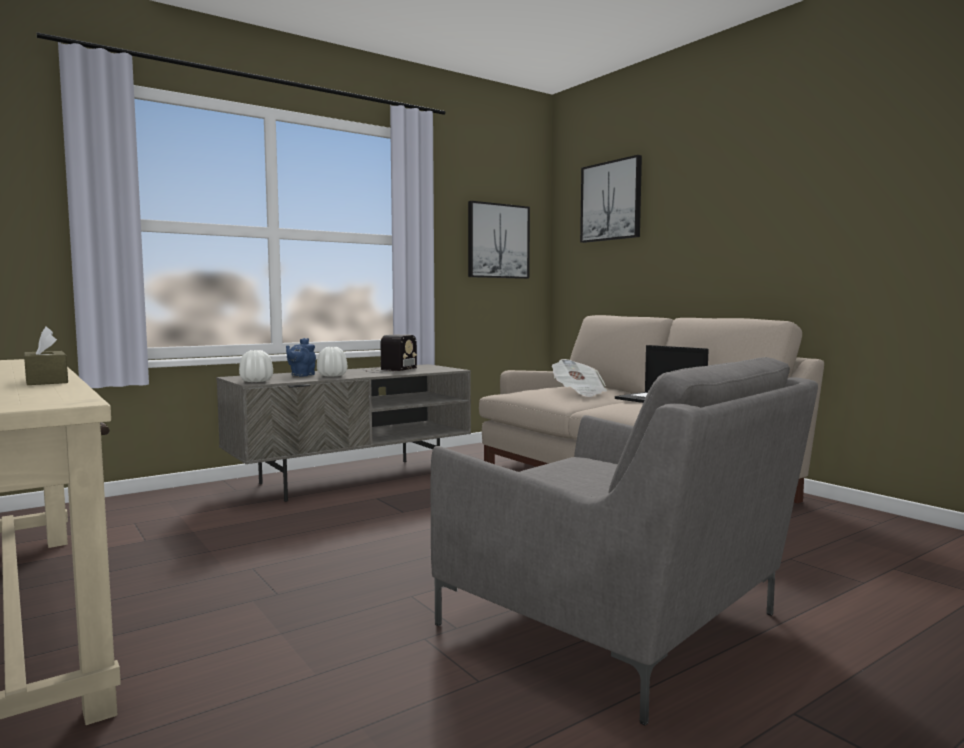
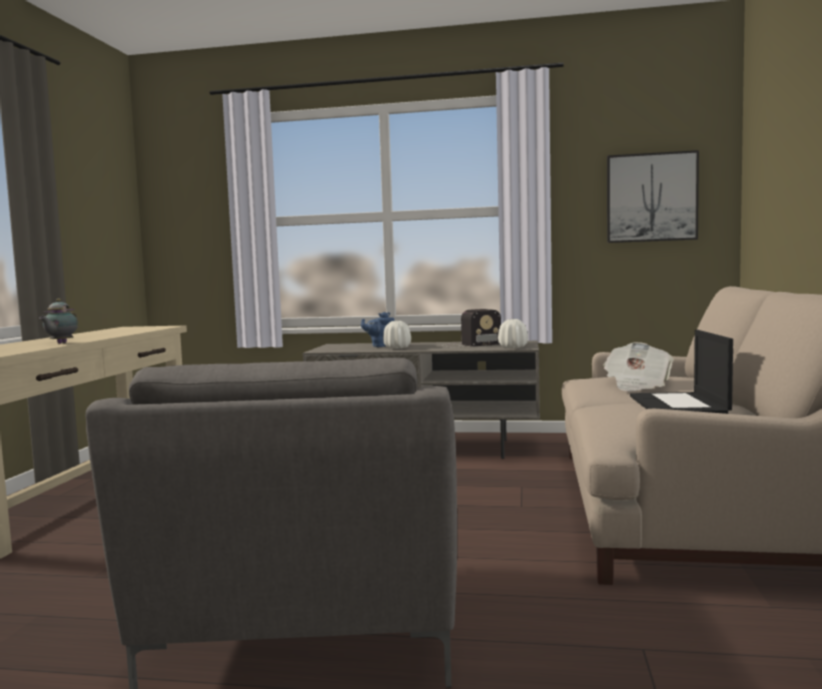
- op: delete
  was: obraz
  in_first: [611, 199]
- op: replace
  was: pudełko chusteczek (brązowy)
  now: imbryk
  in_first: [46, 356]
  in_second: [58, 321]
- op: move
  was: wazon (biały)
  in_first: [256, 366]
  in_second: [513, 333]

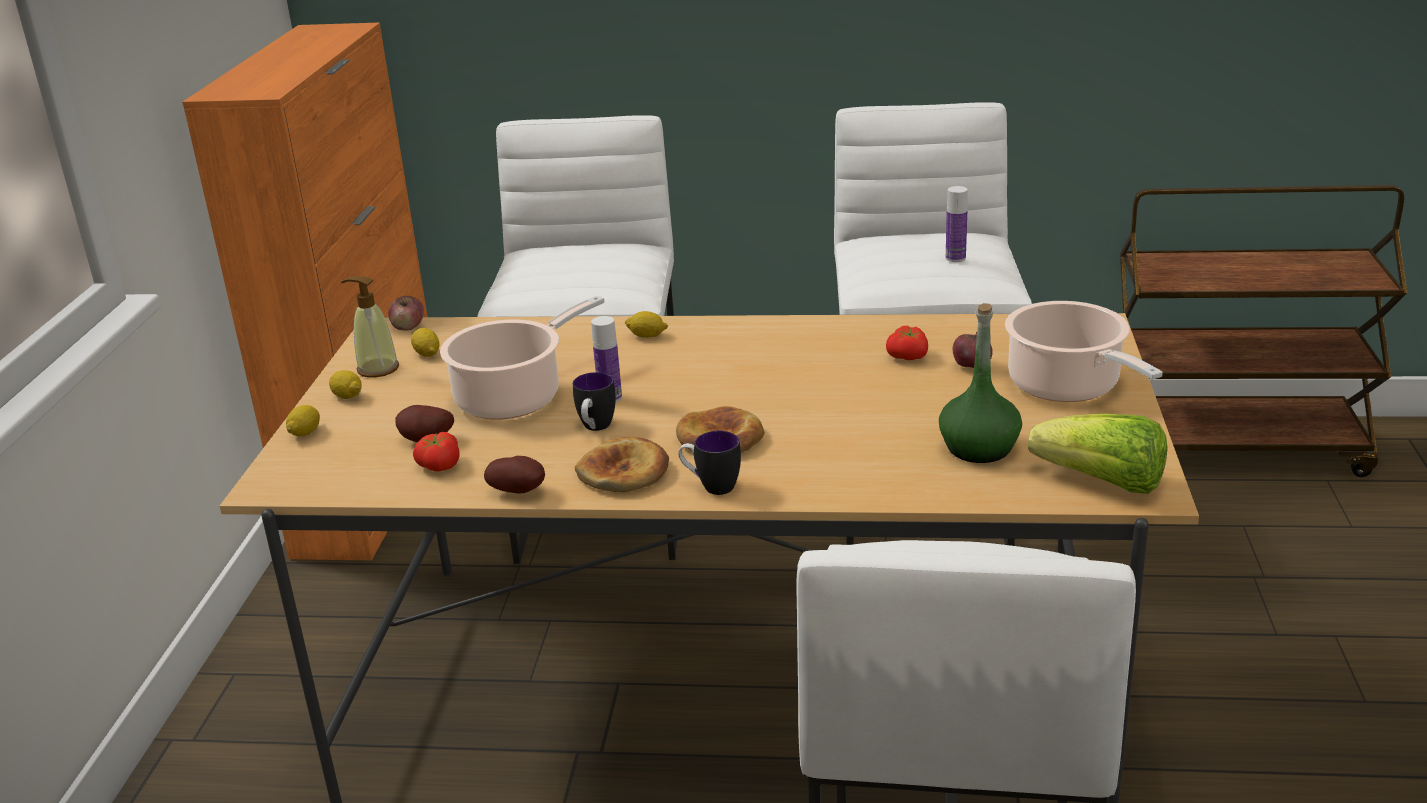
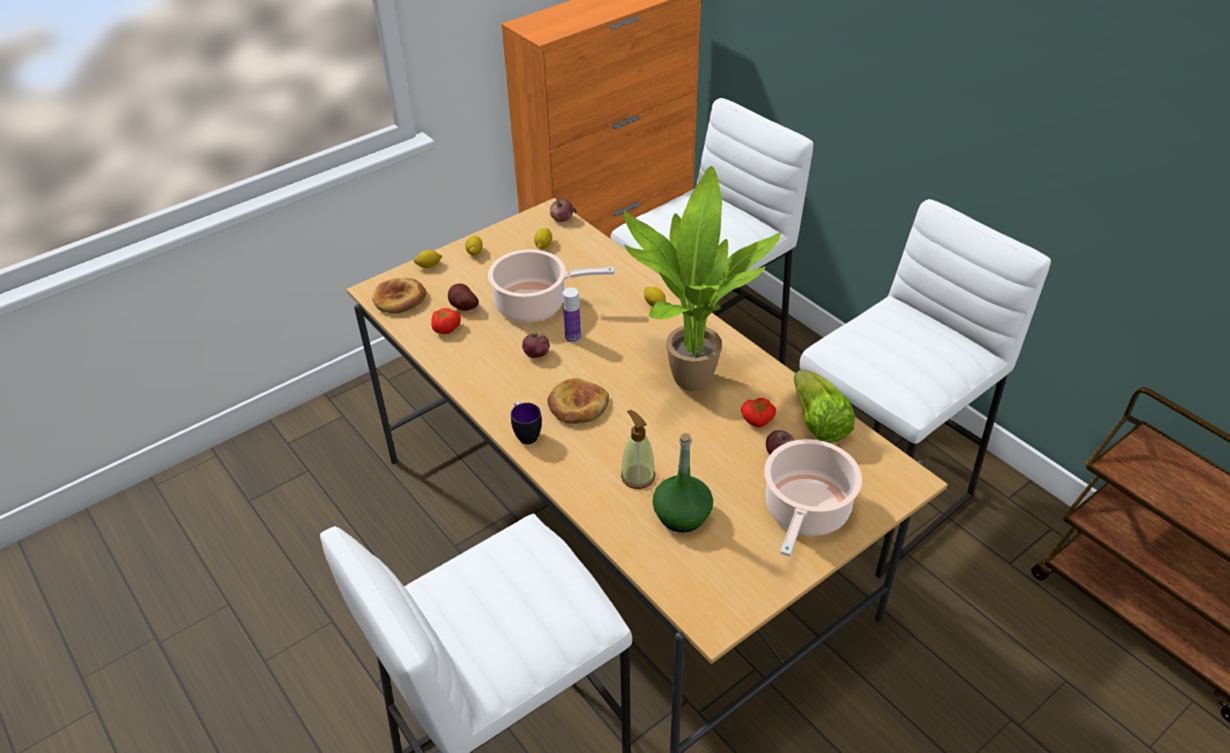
- op: delete
  was: butelka
  in_first: [957, 224]
- op: move
  was: dozownik mydła
  in_first: [370, 327]
  in_second: [638, 449]
- op: replace
  was: kubek
  now: jabłko
  in_first: [594, 401]
  in_second: [536, 345]
- op: move
  was: sałata
  in_first: [1098, 454]
  in_second: [824, 406]
- op: move
  was: chleb
  in_first: [622, 464]
  in_second: [399, 296]
- op: delete
  was: ziemniak
  in_first: [514, 474]
- op: insert
  now: roślina doniczkowa
  in_second: [702, 278]

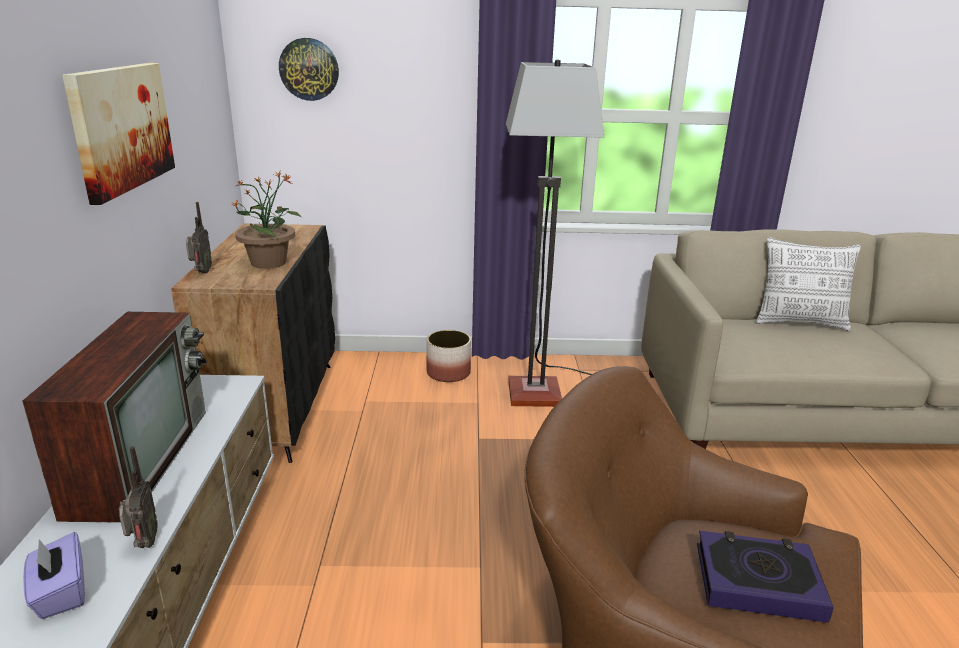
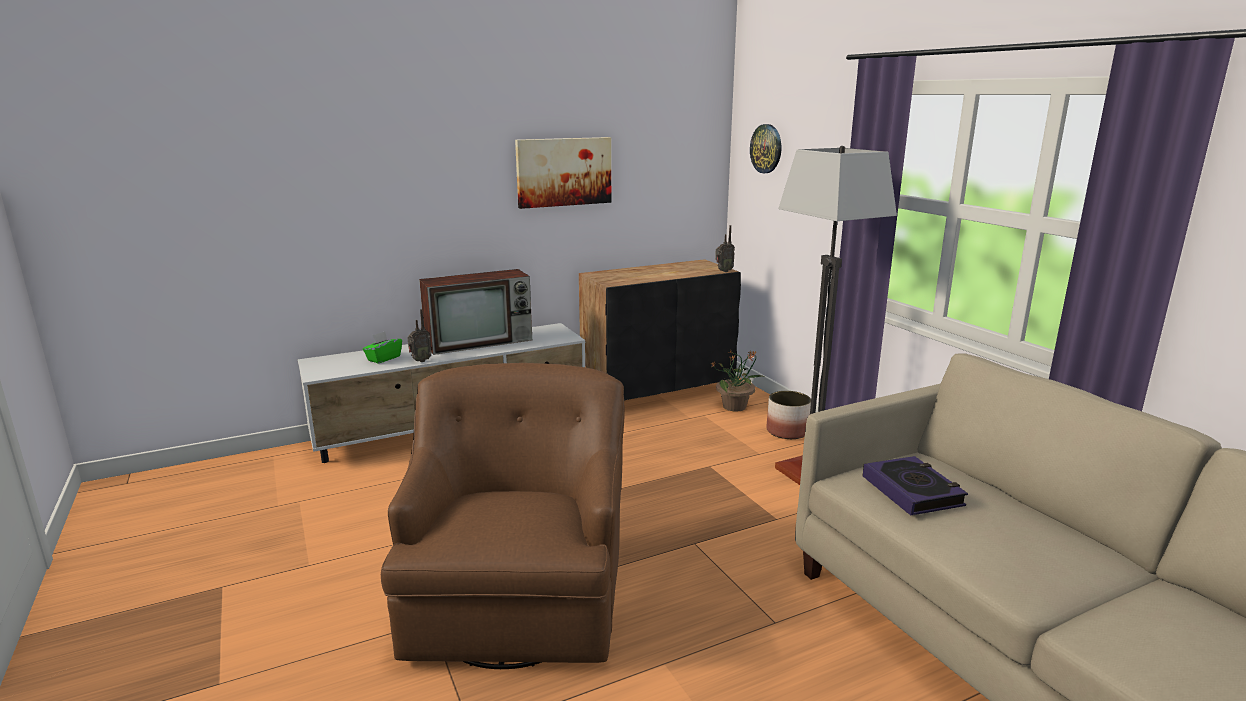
- op: move
  was: roślina doniczkowa
  in_first: [267, 220]
  in_second: [738, 381]
- op: move
  was: radio
  in_first: [199, 237]
  in_second: [725, 248]
- op: delete
  was: poduszka
  in_first: [808, 284]
- op: move
  was: książka
  in_first: [765, 577]
  in_second: [915, 485]
- op: recolor
  was: pudełko chusteczek (fioletowy)
  now: pudełko chusteczek (zielony)
  in_first: [54, 575]
  in_second: [382, 347]

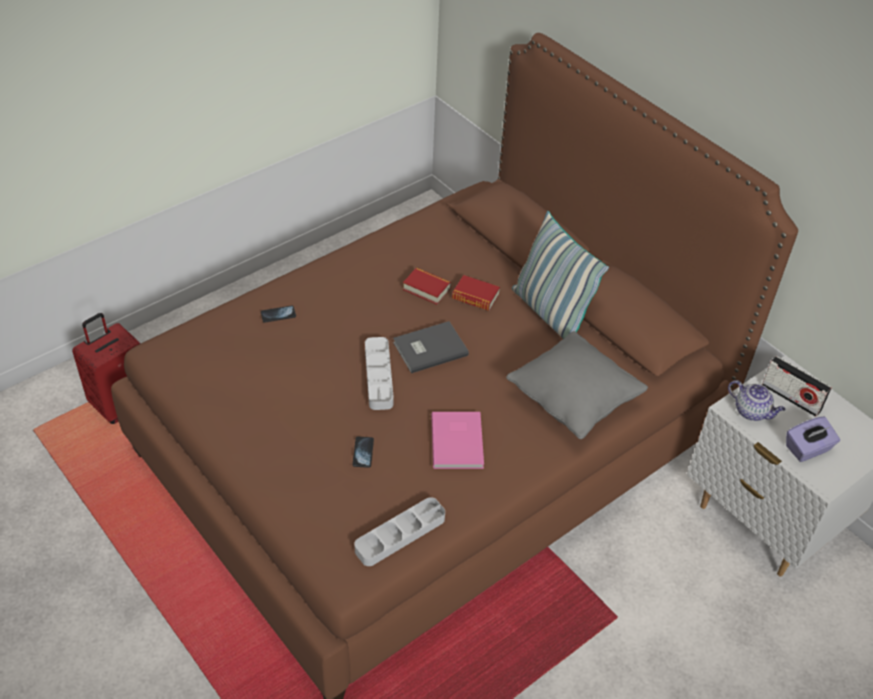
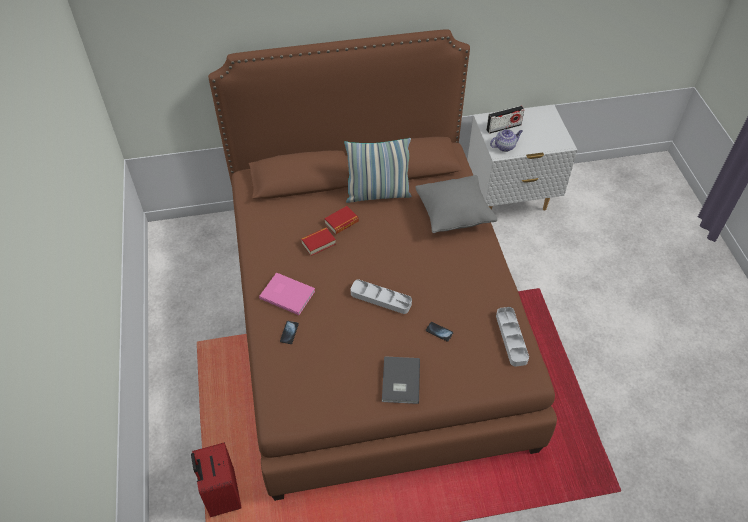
- op: move
  was: książka (szary)
  in_first: [431, 347]
  in_second: [401, 380]
- op: move
  was: książka (różowy)
  in_first: [457, 440]
  in_second: [287, 294]
- op: delete
  was: pudełko chusteczek (fioletowy)
  in_first: [813, 439]

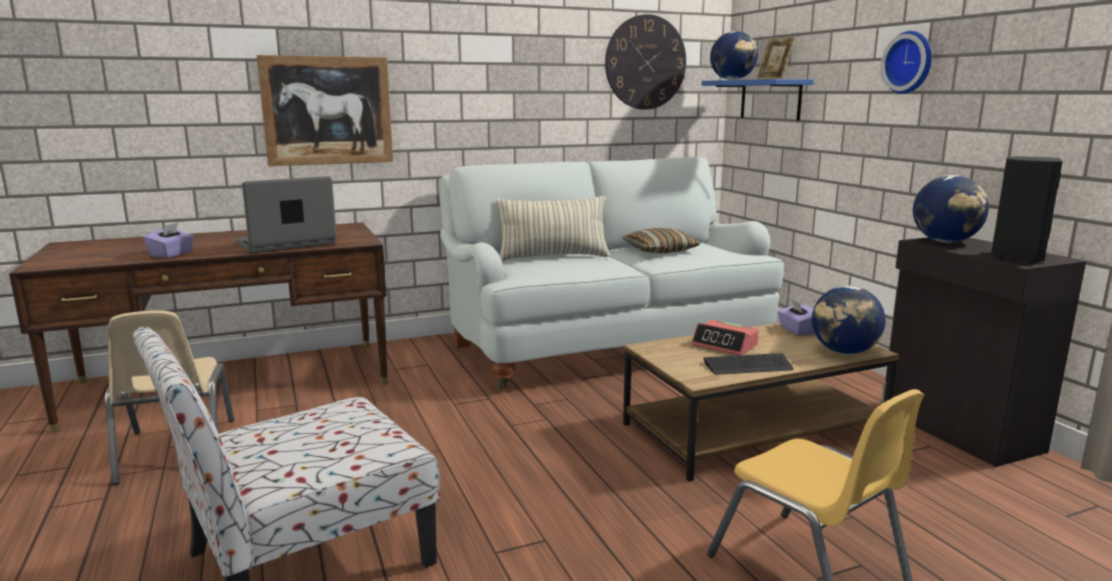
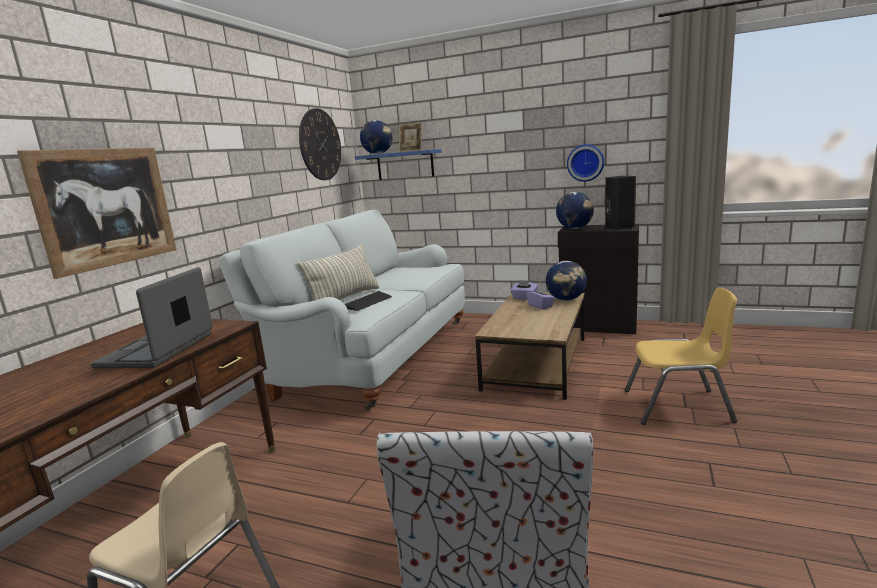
- op: move
  was: zegar ścienny
  in_first: [906, 62]
  in_second: [585, 163]
- op: move
  was: pudełko chusteczek (fioletowy)
  in_first: [169, 240]
  in_second: [540, 298]
- op: delete
  was: poduszka
  in_first: [661, 240]
- op: delete
  was: budzik
  in_first: [725, 337]
- op: move
  was: klawiatura
  in_first: [748, 364]
  in_second: [368, 301]

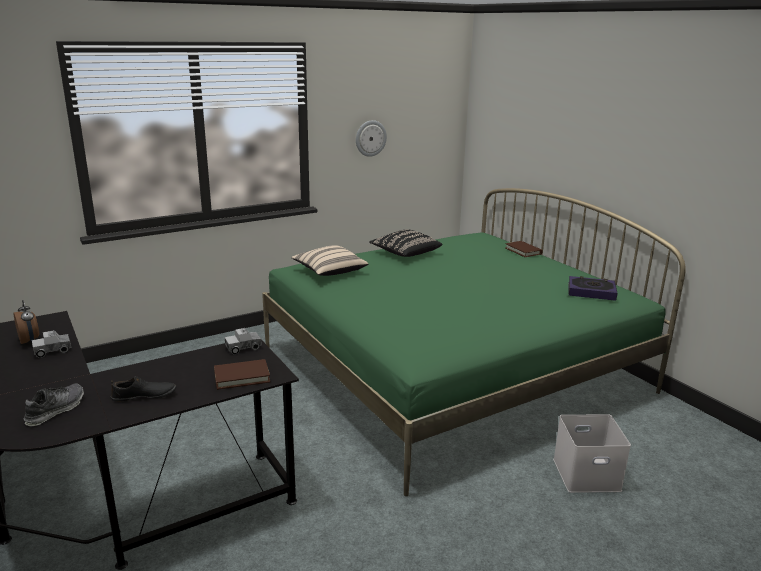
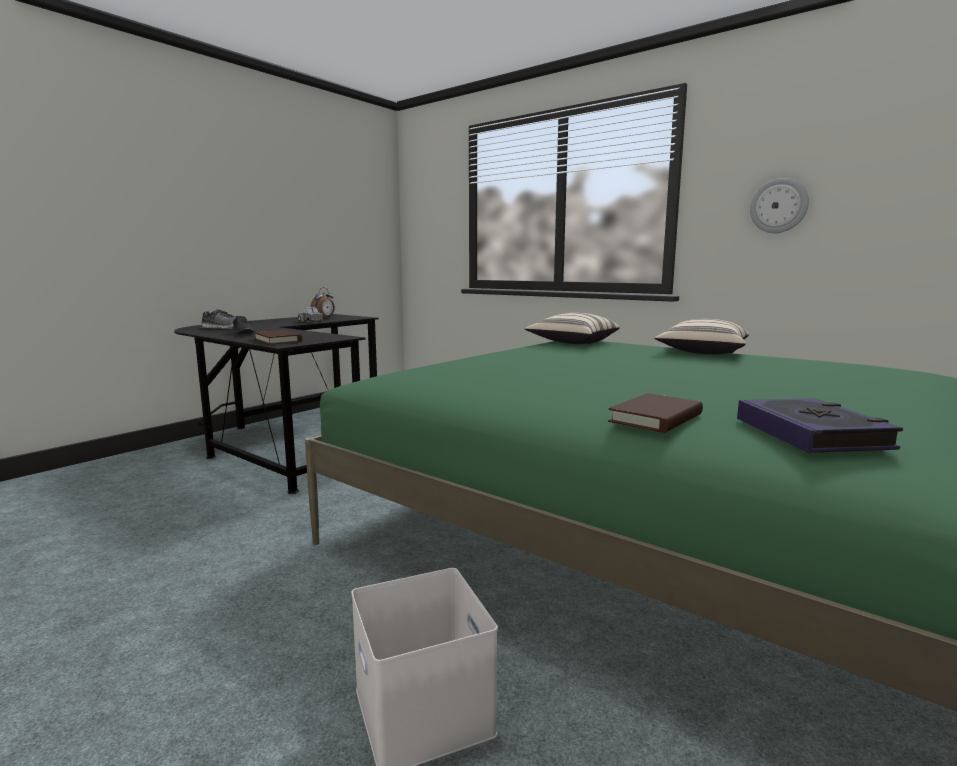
- op: recolor
  was: poduszka (czarny)
  now: poduszka (beżowy)
  in_first: [405, 243]
  in_second: [701, 337]
- op: move
  was: książka (brązowy)
  in_first: [524, 249]
  in_second: [655, 413]
- op: delete
  was: ciężarówka zabawkowa
  in_first: [243, 341]

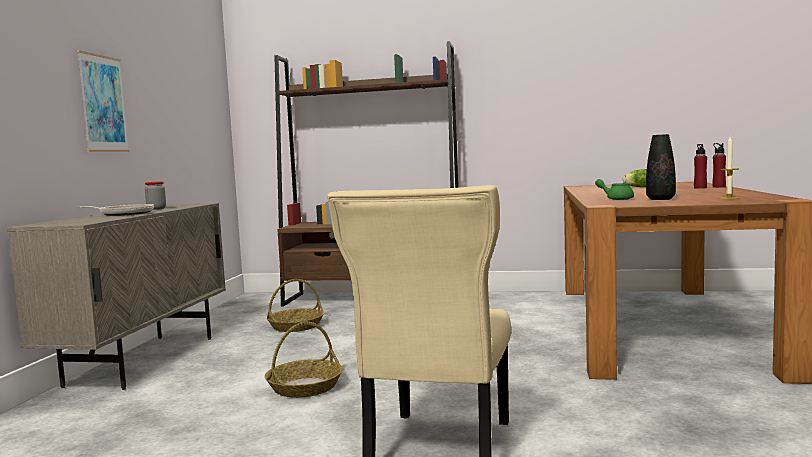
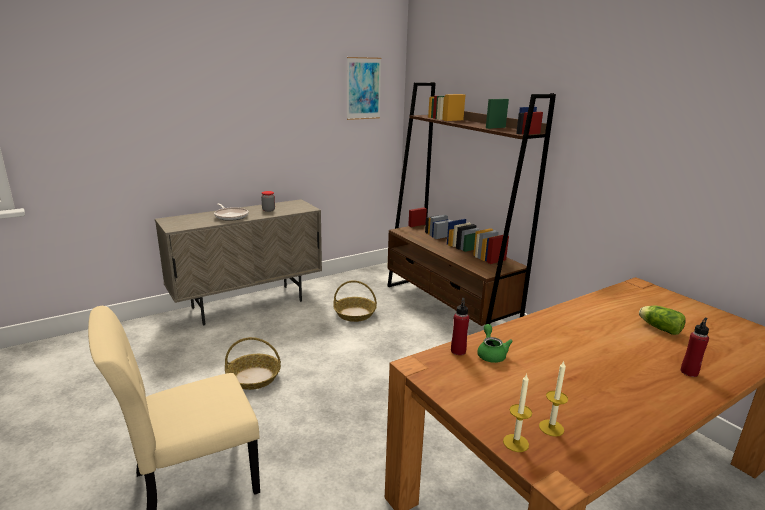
- op: move
  was: obraz
  in_first: [103, 101]
  in_second: [364, 88]
- op: delete
  was: wazon (czarny)
  in_first: [661, 167]
- op: move
  was: butelka (czerwony)
  in_first: [719, 165]
  in_second: [460, 326]
- op: insert
  now: świeca
  in_second: [517, 413]

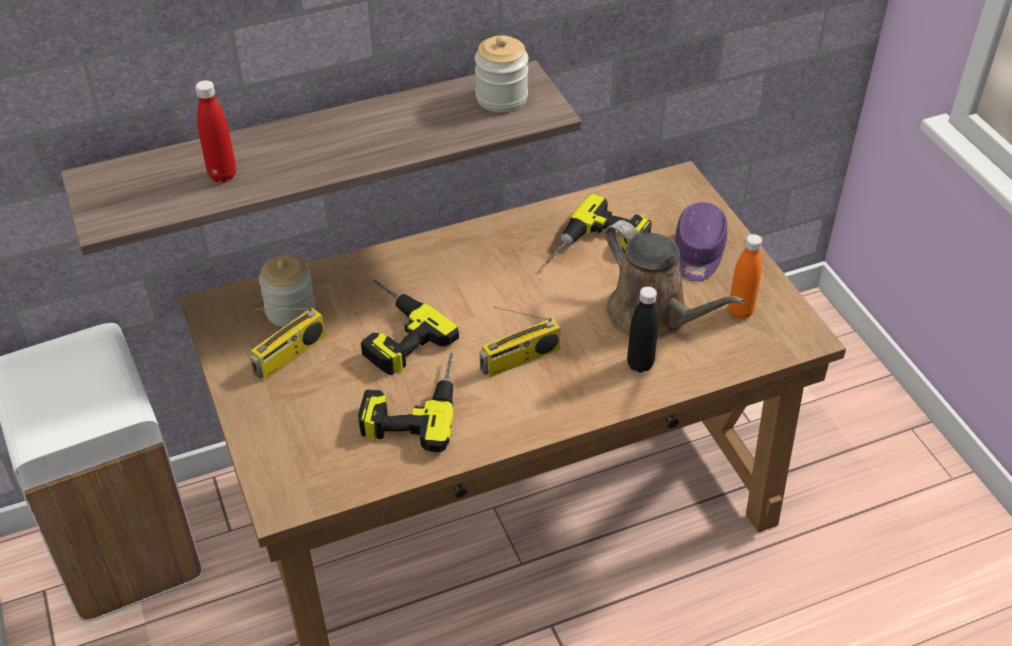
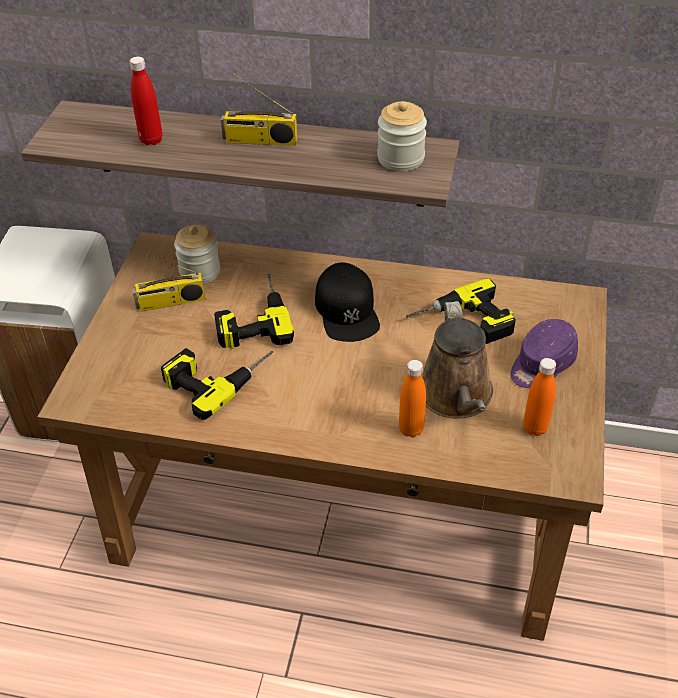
- op: recolor
  was: butelka (czarny)
  now: butelka (pomarańczowy)
  in_first: [643, 329]
  in_second: [412, 399]
- op: move
  was: radio
  in_first: [520, 341]
  in_second: [259, 109]
- op: insert
  now: czapka z daszkiem (czarny)
  in_second: [347, 302]

